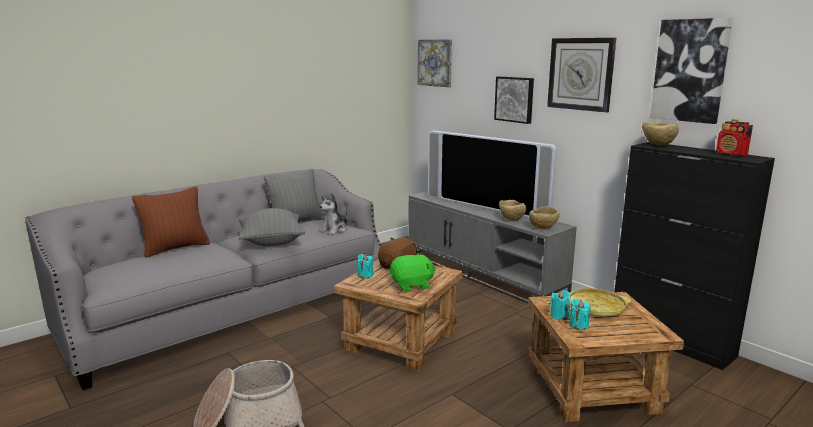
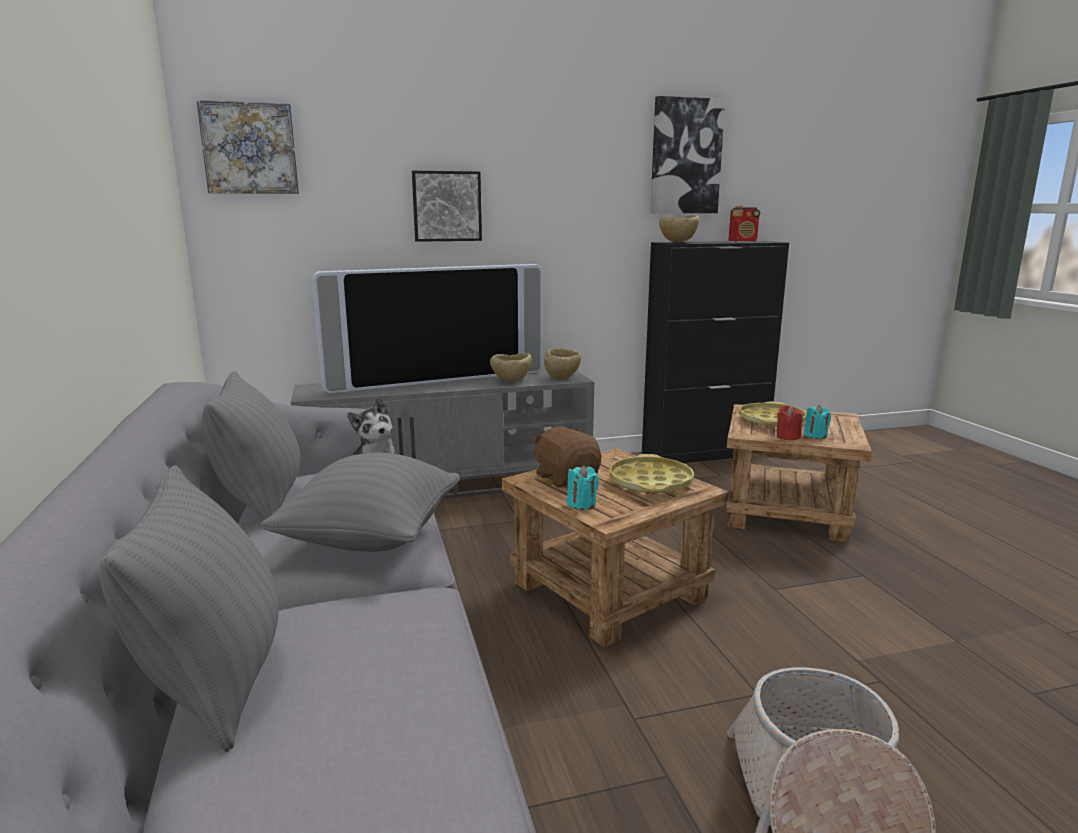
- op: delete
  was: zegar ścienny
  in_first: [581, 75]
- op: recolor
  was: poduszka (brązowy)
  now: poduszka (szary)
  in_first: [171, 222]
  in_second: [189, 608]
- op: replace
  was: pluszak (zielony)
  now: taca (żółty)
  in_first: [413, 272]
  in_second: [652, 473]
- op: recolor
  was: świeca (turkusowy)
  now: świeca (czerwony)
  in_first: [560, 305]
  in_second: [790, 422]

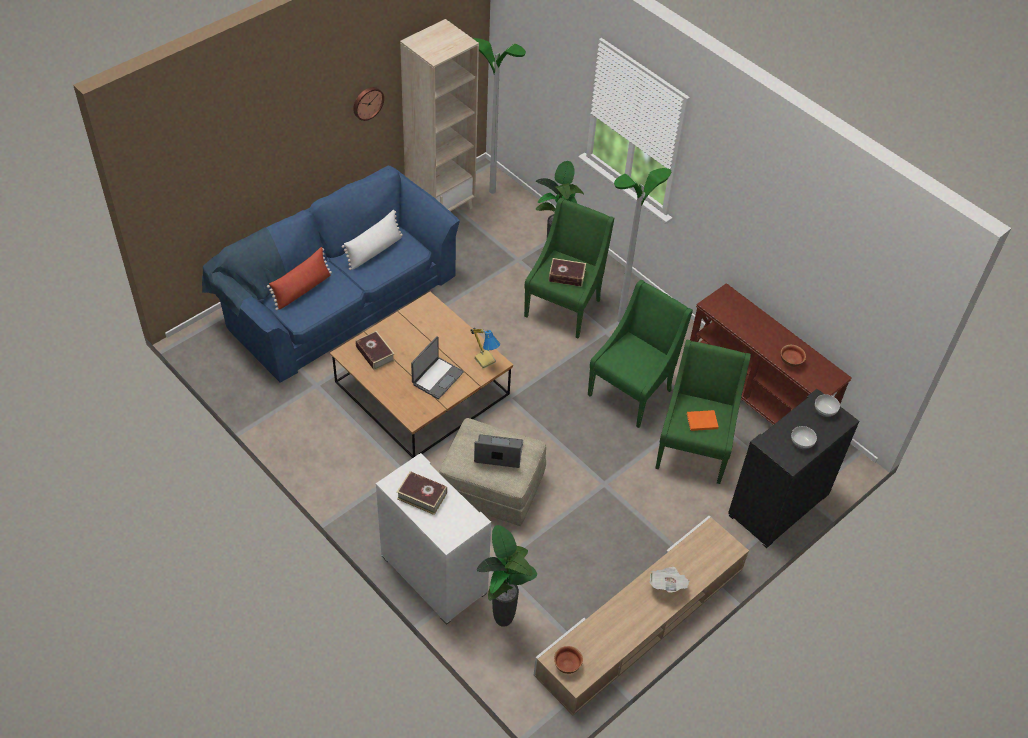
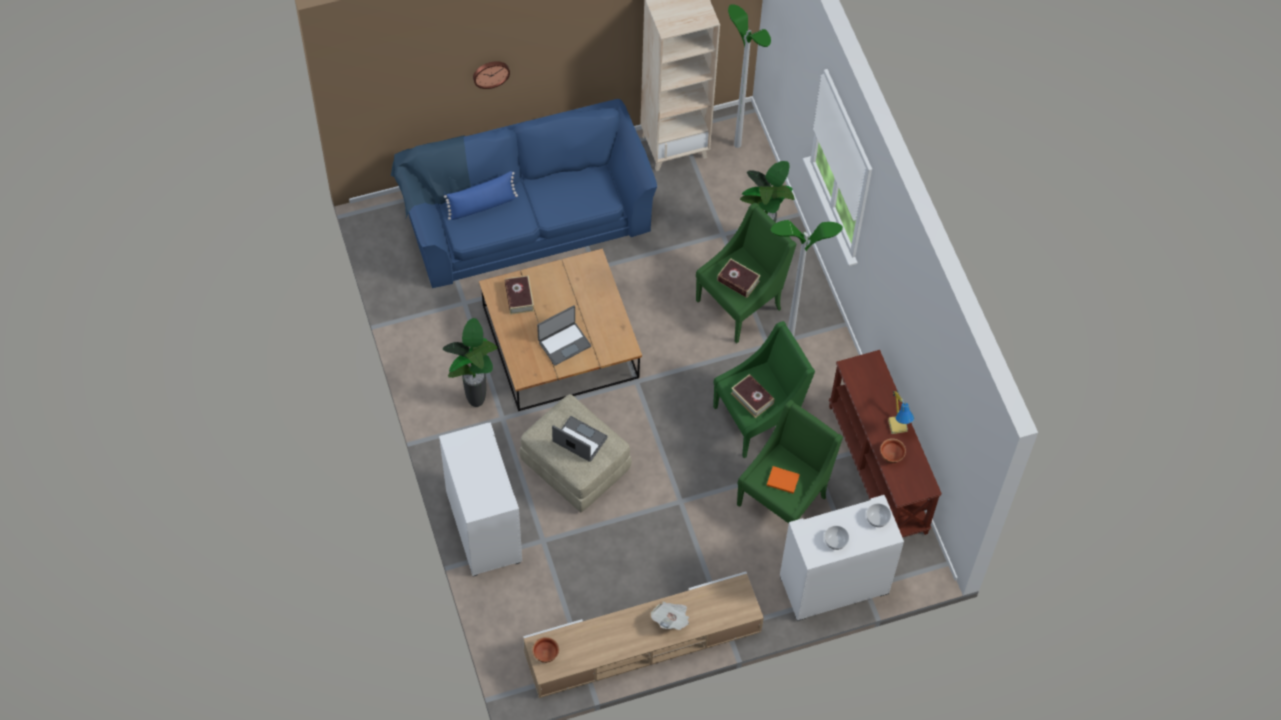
- op: move
  was: zegar ścienny
  in_first: [368, 104]
  in_second: [491, 75]
- op: delete
  was: poduszka (biały)
  in_first: [372, 240]
- op: recolor
  was: poduszka (czerwony)
  now: poduszka (niebieski)
  in_first: [299, 278]
  in_second: [481, 195]
- op: move
  was: lampa stołowa
  in_first: [485, 348]
  in_second: [901, 412]
- op: recolor
  was: szafka (czarny)
  now: szafka (biały)
  in_first: [793, 468]
  in_second: [842, 558]
- op: move
  was: książka
  in_first: [422, 493]
  in_second: [752, 396]
- op: move
  was: roślina doniczkowa
  in_first: [507, 576]
  in_second: [470, 362]

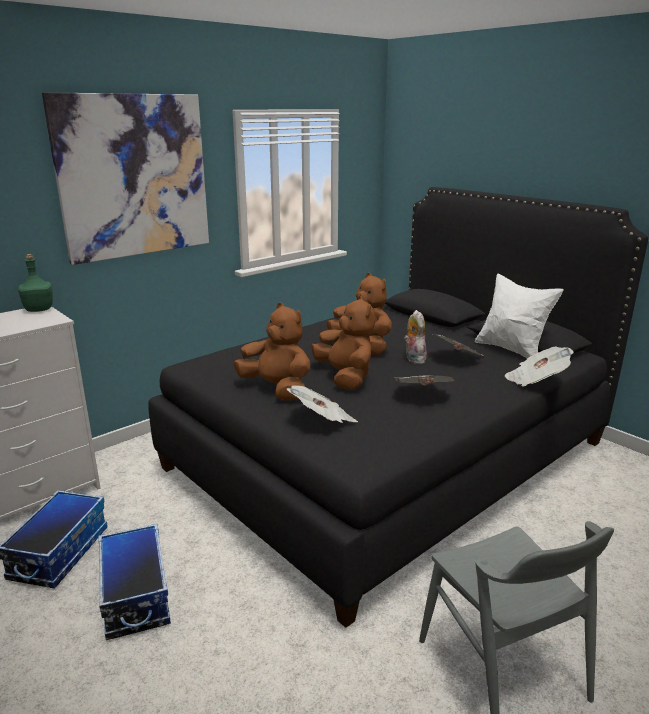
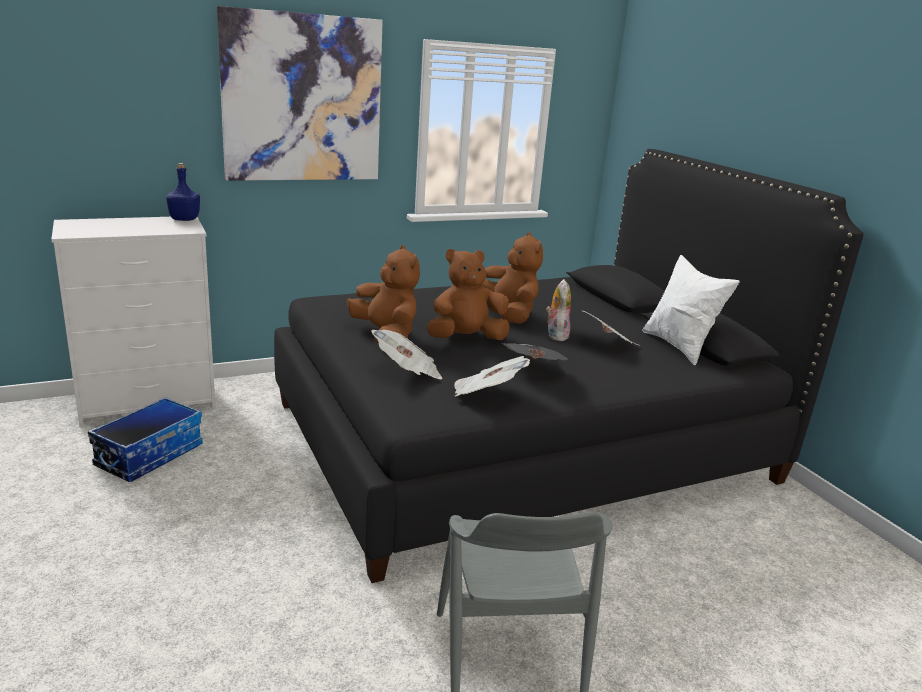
- op: recolor
  was: butelka (zielony)
  now: butelka (niebieski)
  in_first: [35, 283]
  in_second: [183, 192]
- op: rotate
  was: pluszak (brązowy)
  in_first: [343, 343]
  in_second: [468, 294]
  clockwise: -105
- op: move
  was: gazeta
  in_first: [539, 366]
  in_second: [492, 376]
- op: delete
  was: pojemnik do przechowywania
  in_first: [134, 582]

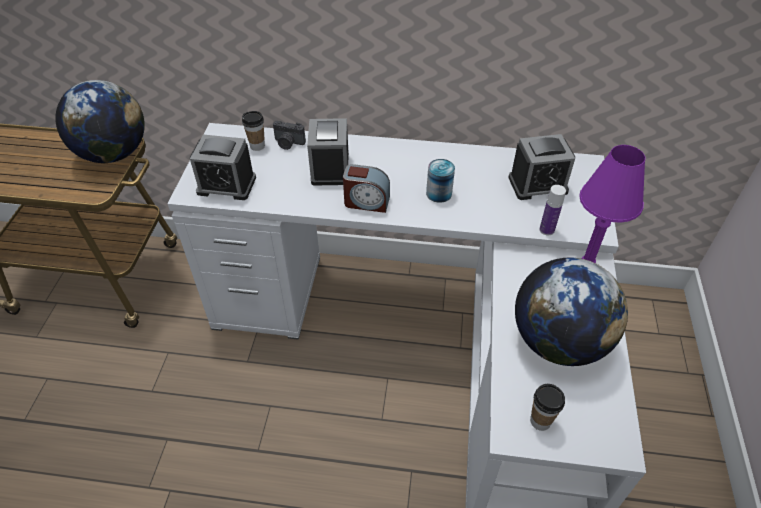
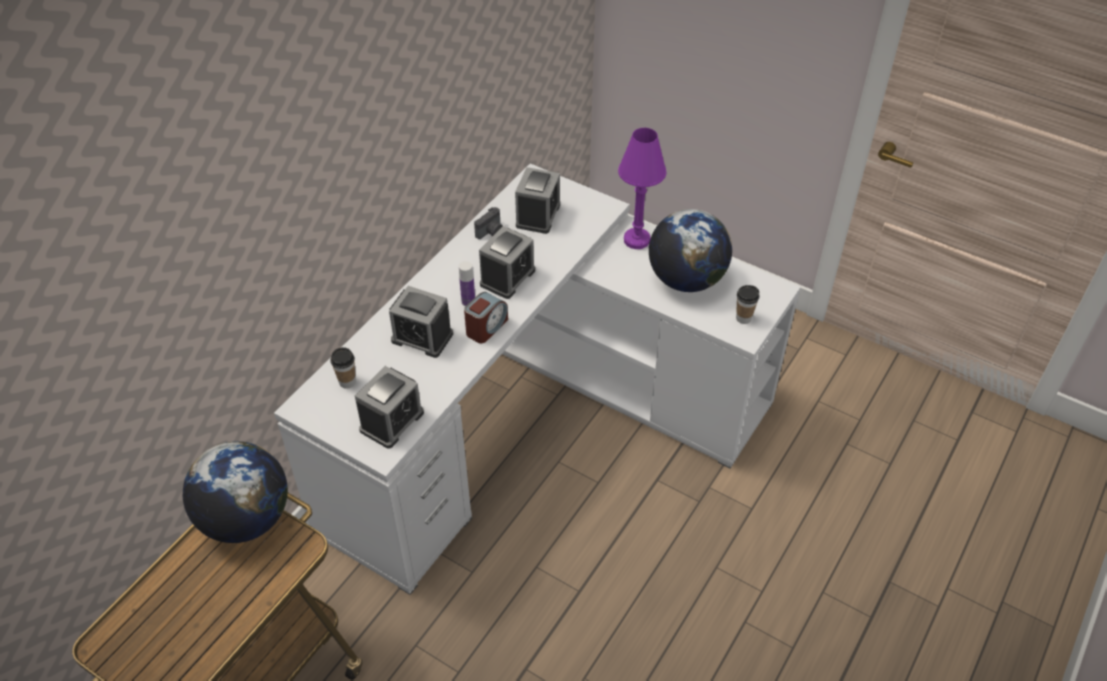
- op: move
  was: aparat fotograficzny
  in_first: [289, 135]
  in_second: [488, 223]
- op: replace
  was: puszka
  now: budzik
  in_first: [440, 181]
  in_second: [507, 262]
- op: move
  was: butelka
  in_first: [552, 210]
  in_second: [467, 284]

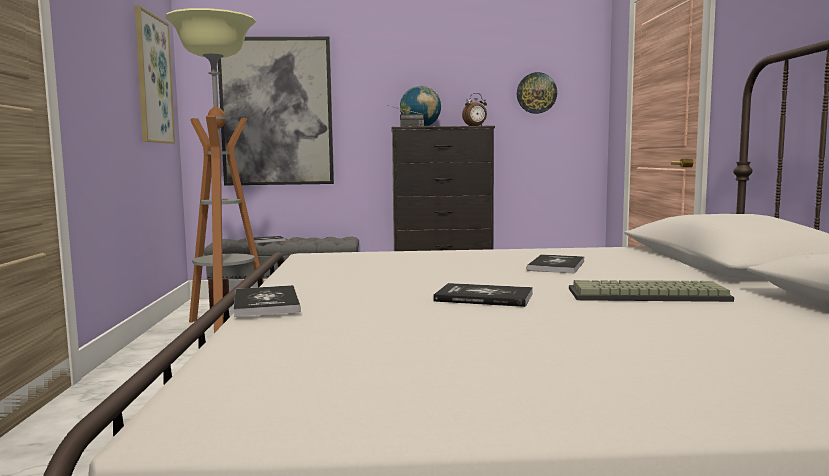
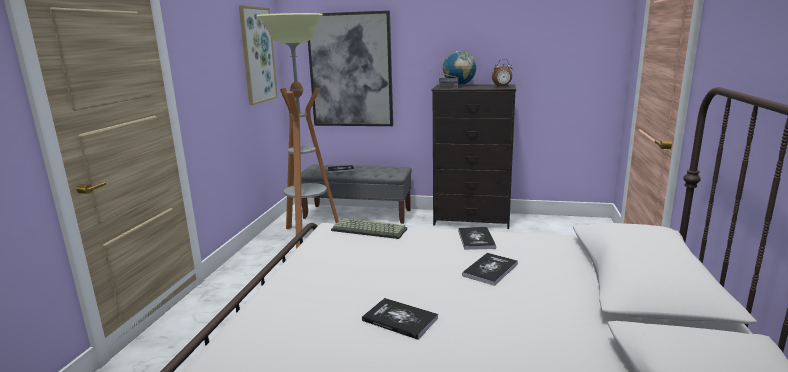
- op: delete
  was: zegar ścienny
  in_first: [537, 93]
- op: move
  was: klawiatura
  in_first: [651, 291]
  in_second: [369, 228]
- op: move
  was: książka
  in_first: [267, 301]
  in_second: [477, 238]

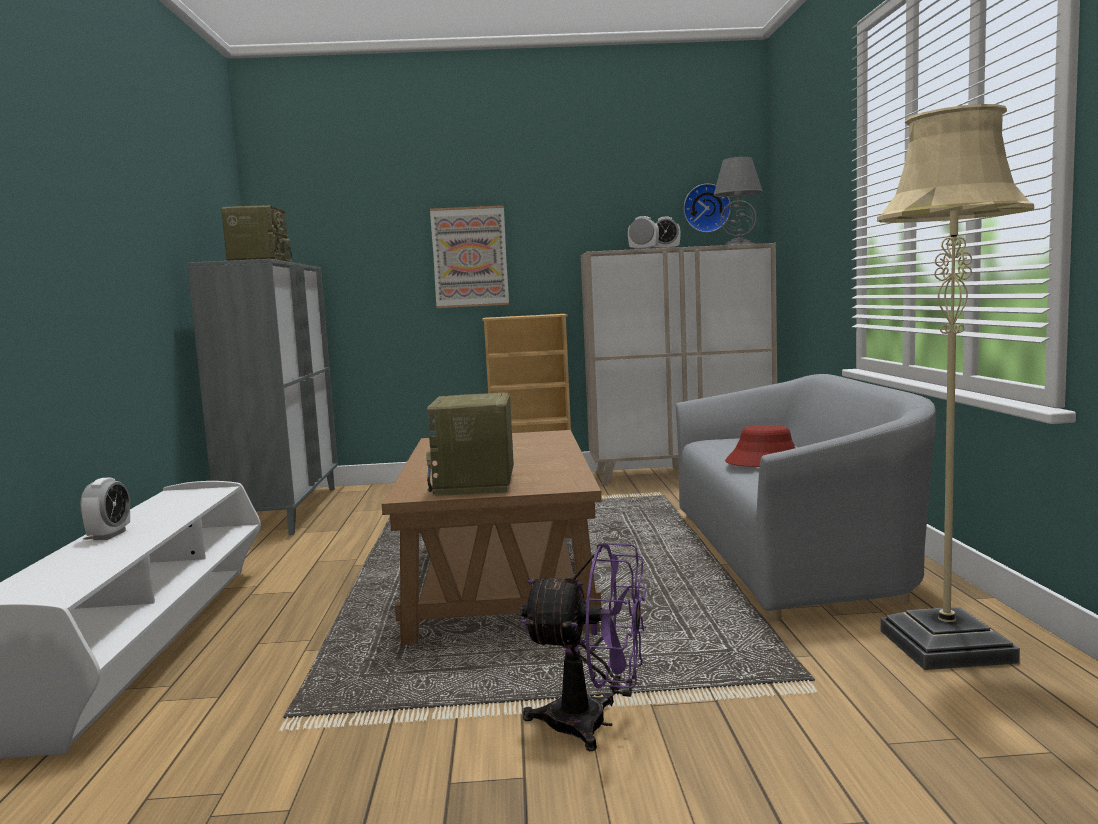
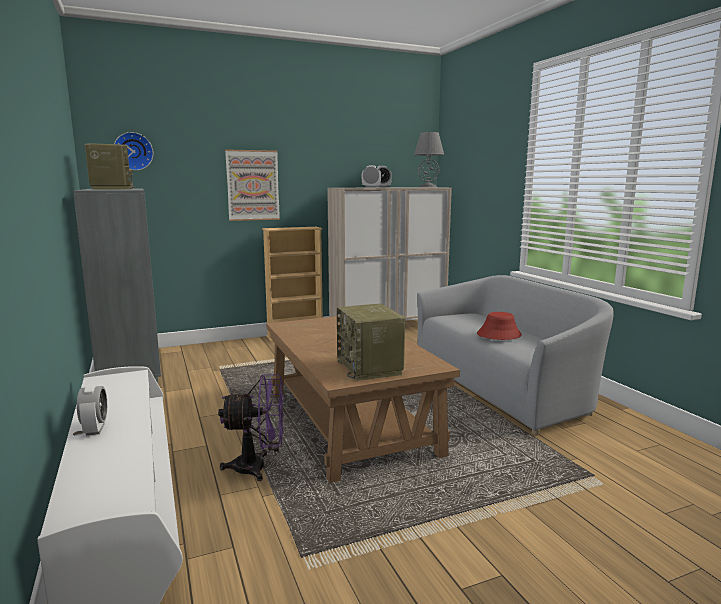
- op: delete
  was: lampa stojąca (beżowy)
  in_first: [955, 387]
- op: move
  was: zegar ścienny
  in_first: [707, 208]
  in_second: [133, 151]
- op: move
  was: wentylator (fioletowy)
  in_first: [583, 646]
  in_second: [251, 427]

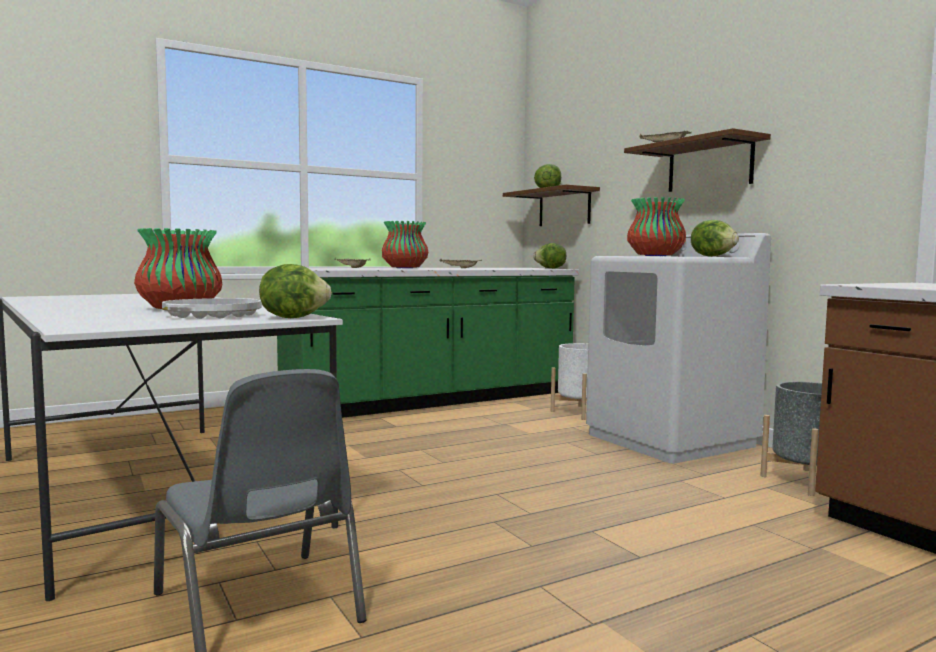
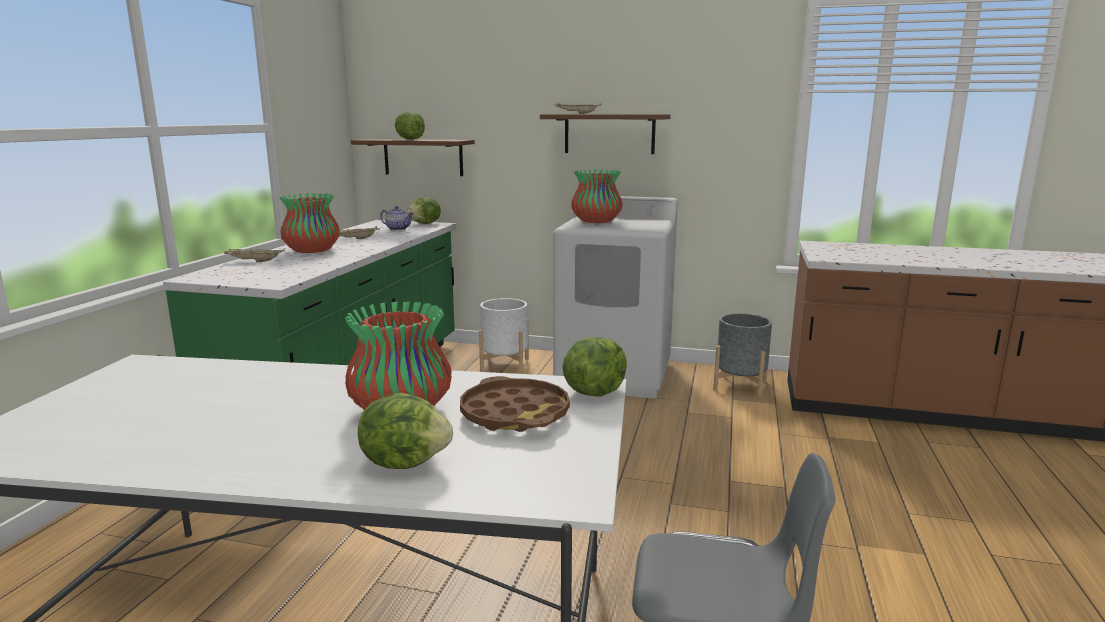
- op: move
  was: sałata
  in_first: [715, 238]
  in_second: [405, 431]
- op: recolor
  was: taca (biały)
  now: taca (brązowy)
  in_first: [212, 308]
  in_second: [515, 404]
- op: insert
  now: imbryk
  in_second: [397, 218]

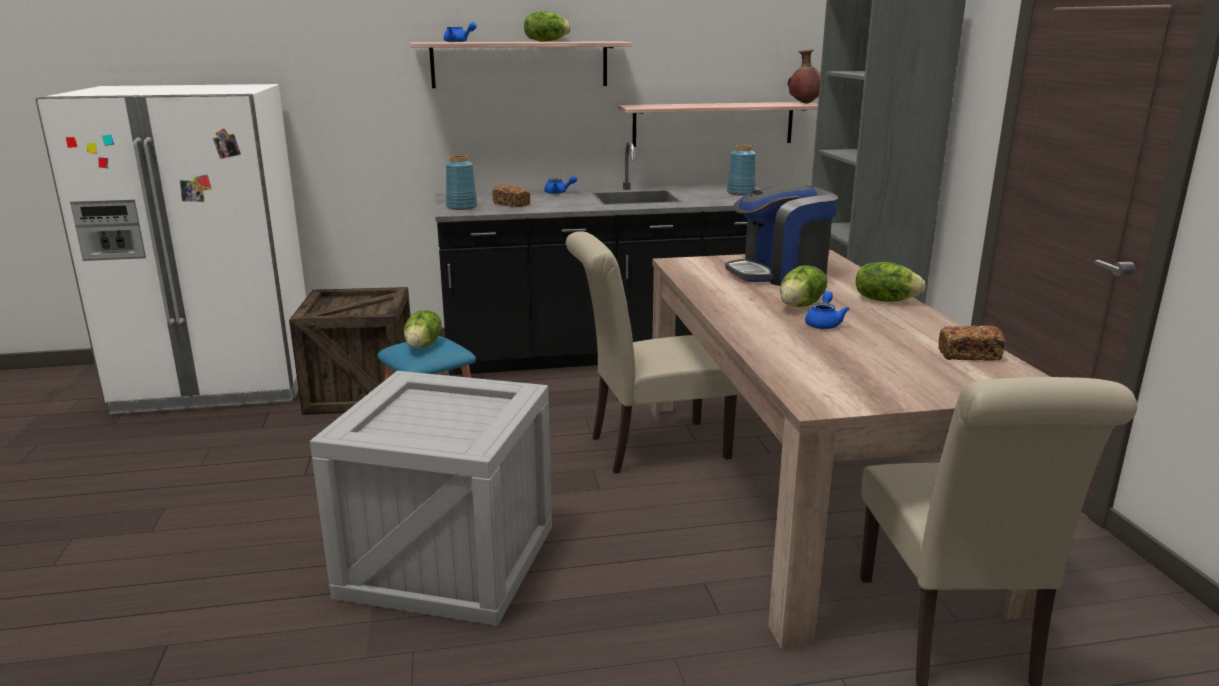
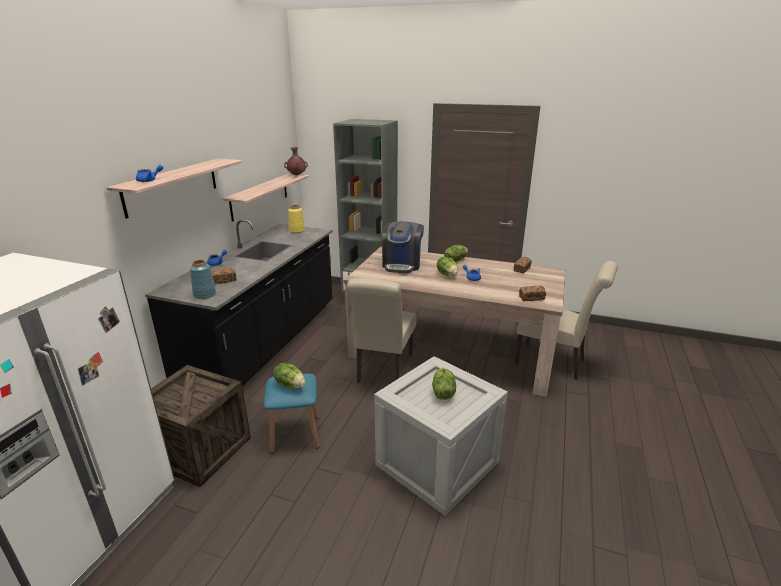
- op: move
  was: sałata
  in_first: [547, 26]
  in_second: [444, 384]
- op: recolor
  was: wazon (niebieski)
  now: wazon (żółty)
  in_first: [741, 170]
  in_second: [296, 219]
- op: insert
  now: chleb
  in_second: [532, 293]

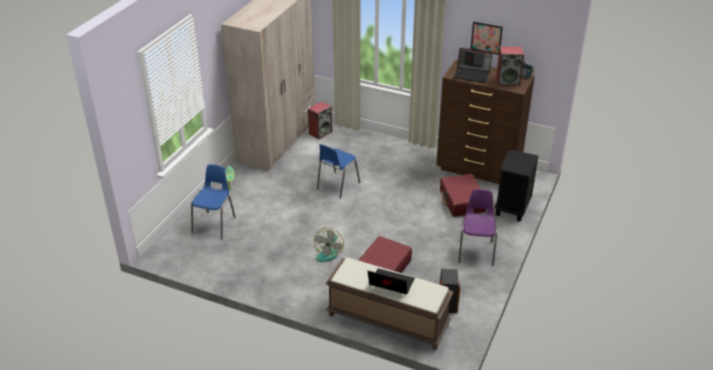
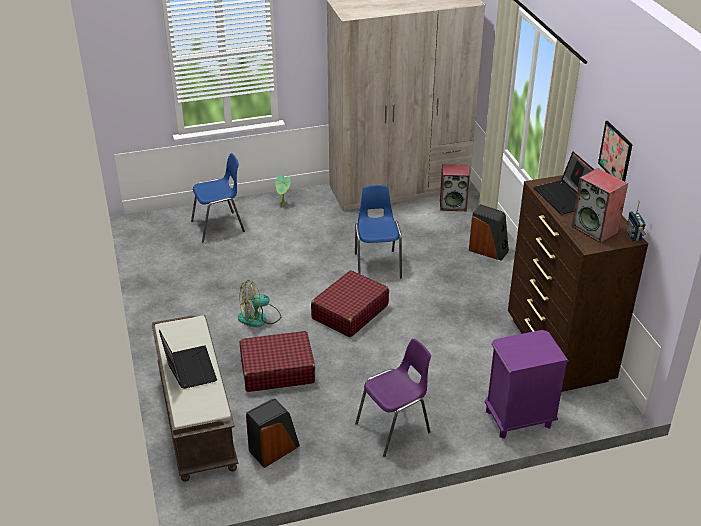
- op: rotate
  was: krzesło (niebieski)
  in_first: [338, 171]
  in_second: [378, 231]
  clockwise: 90
- op: recolor
  was: szafka nocna (czarny)
  now: szafka nocna (fioletowy)
  in_first: [517, 186]
  in_second: [527, 384]
- op: move
  was: walizka (czerwony)
  in_first: [463, 195]
  in_second: [350, 303]
- op: insert
  now: głośnik
  in_second: [489, 232]

